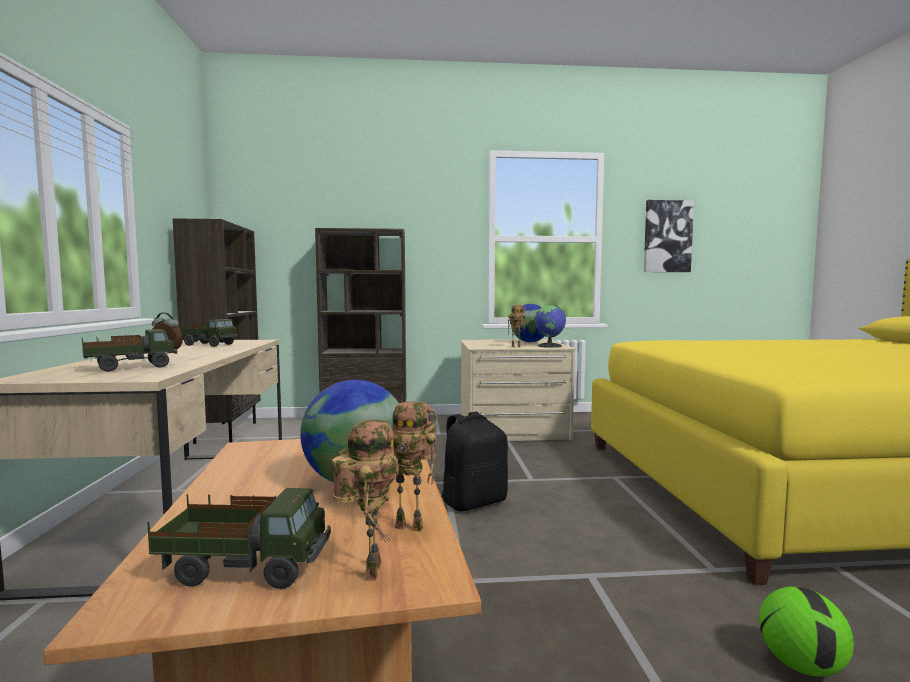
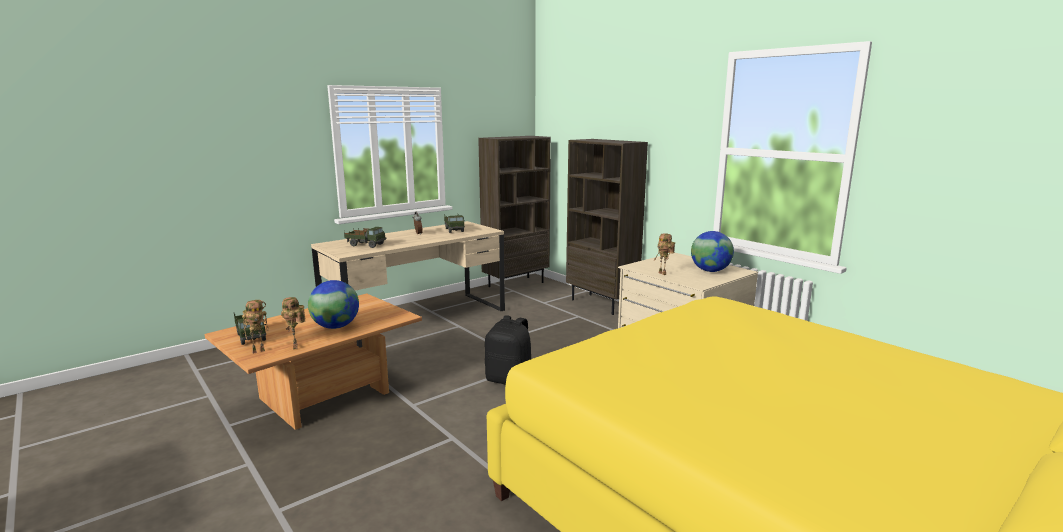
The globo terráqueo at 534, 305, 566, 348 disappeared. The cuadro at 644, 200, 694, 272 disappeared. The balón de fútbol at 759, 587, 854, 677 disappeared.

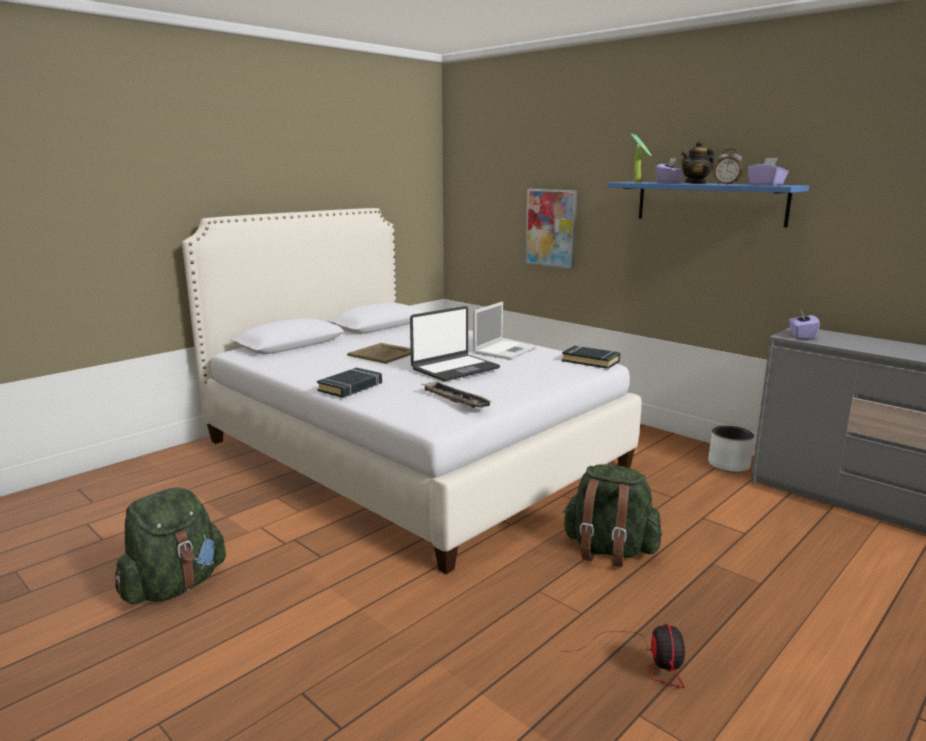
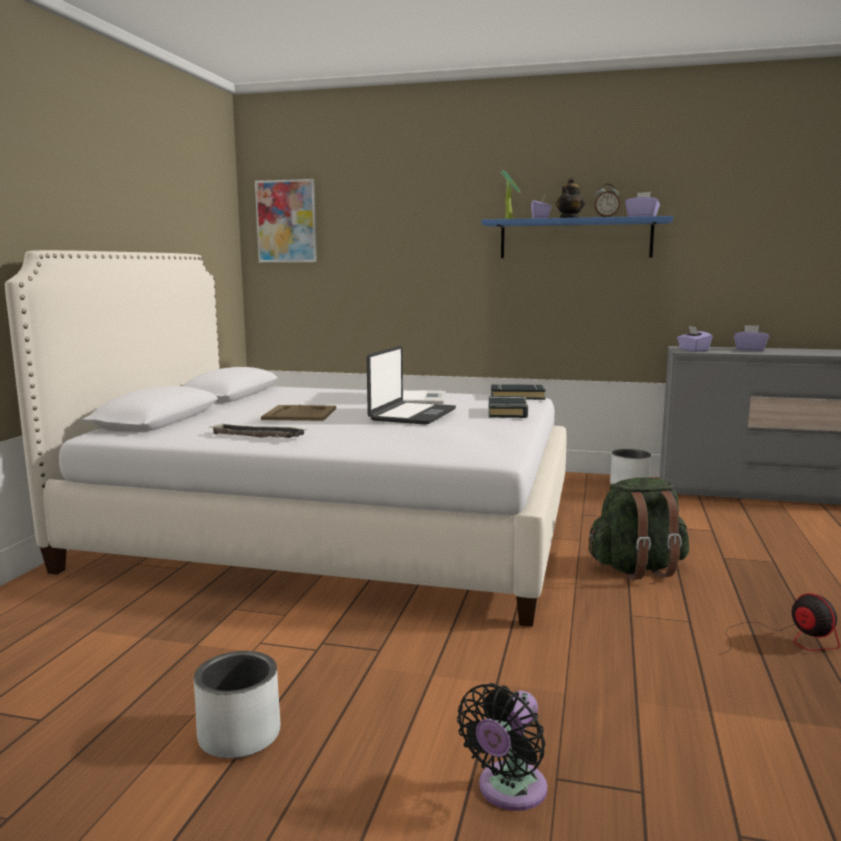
The mochila (verde) at 115, 487, 226, 604 was replaced by the maceta (gris) at 194, 651, 280, 758. The libro (negro) moved from 317, 368, 382, 398 to 489, 396, 528, 418. The bandeja moved from 421, 381, 493, 408 to 209, 423, 307, 438. The cuadro moved from 525, 189, 577, 269 to 255, 179, 317, 262. The ventilador (negro) at 457, 683, 547, 811 appeared. The caja de pañuelos (morado) at 734, 325, 769, 351 appeared.

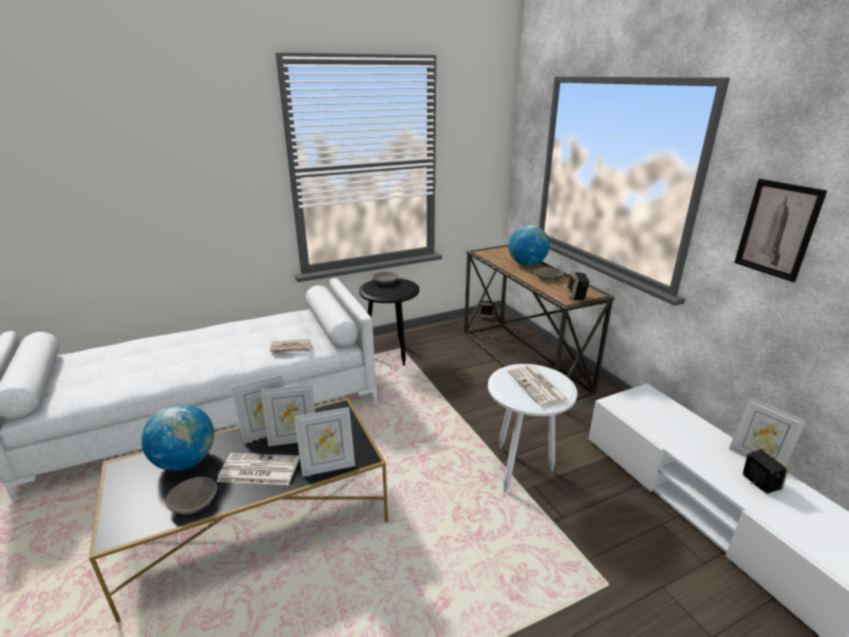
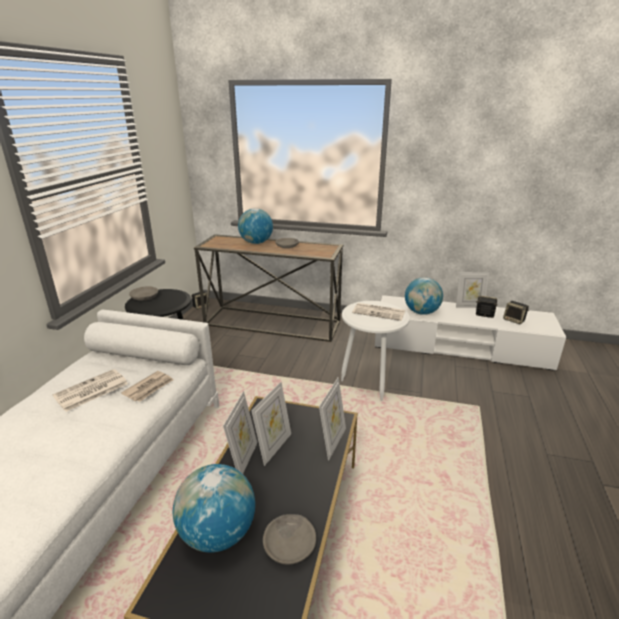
The periódico moved from 217, 453, 300, 485 to 52, 369, 128, 412. The altavoz moved from 566, 271, 590, 300 to 503, 301, 529, 324. The cuadro at 734, 179, 827, 282 disappeared. The globo terráqueo at 405, 277, 443, 315 appeared.

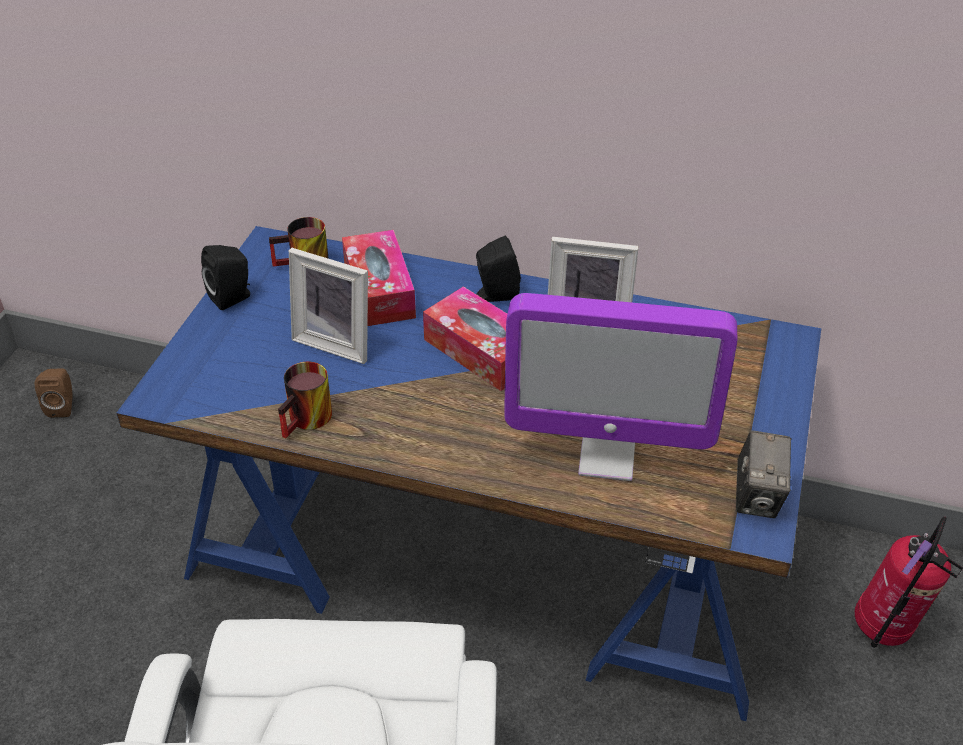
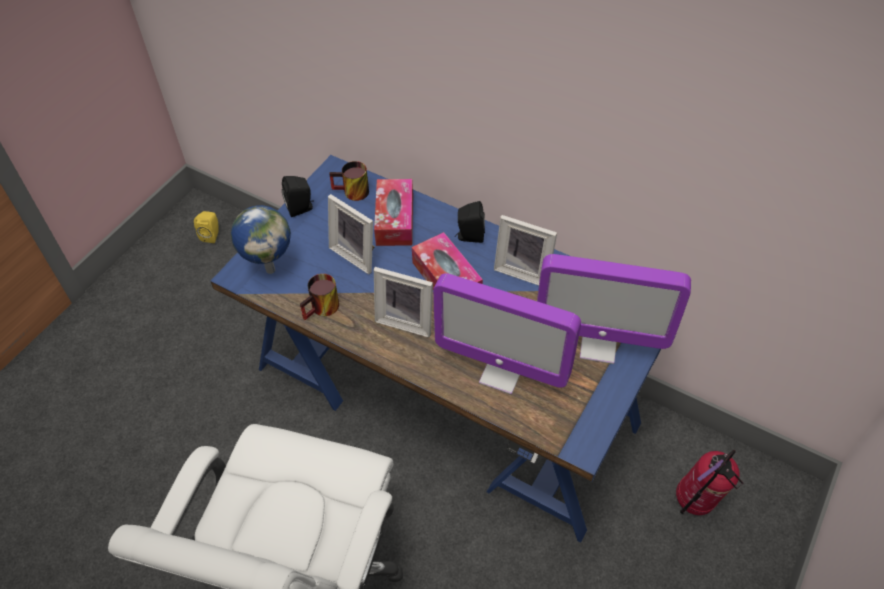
The altavoz (marrón) at 35, 369, 72, 417 became the altavoz (amarillo) at 194, 211, 219, 243. The cámara at 736, 431, 791, 518 disappeared. The globo terráqueo at 231, 205, 291, 274 appeared. The portarretratos at 374, 267, 433, 338 appeared. The monitor at 537, 254, 691, 364 appeared.

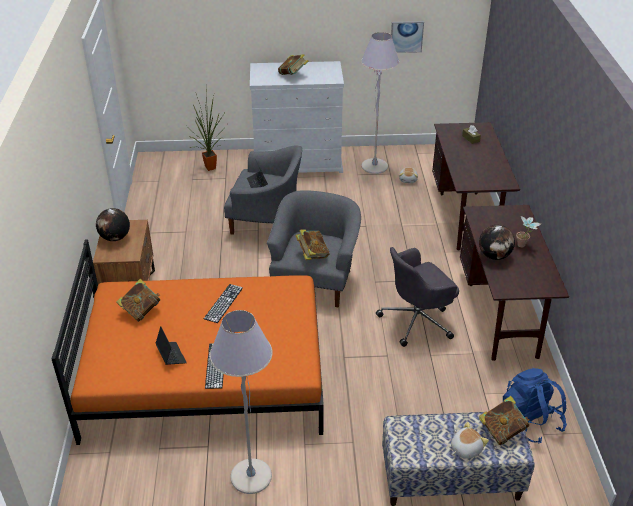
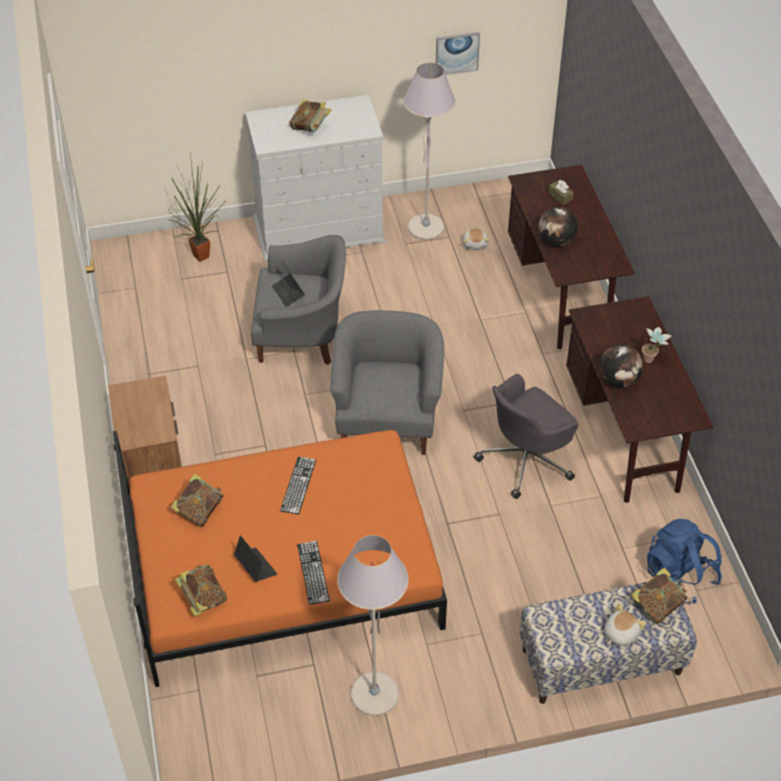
The globo terráqueo moved from 96, 208, 130, 241 to 538, 207, 578, 247. The libro moved from 295, 230, 330, 260 to 174, 564, 228, 617.

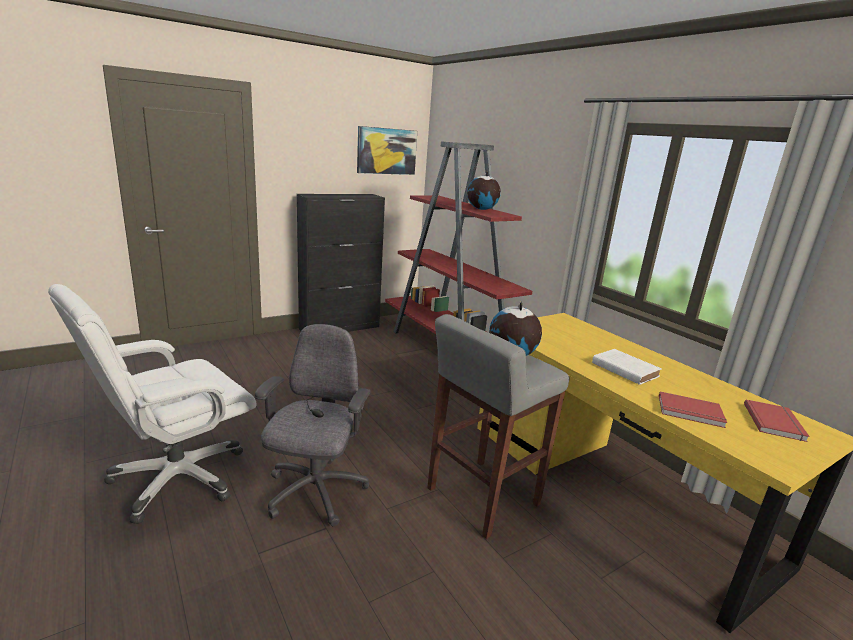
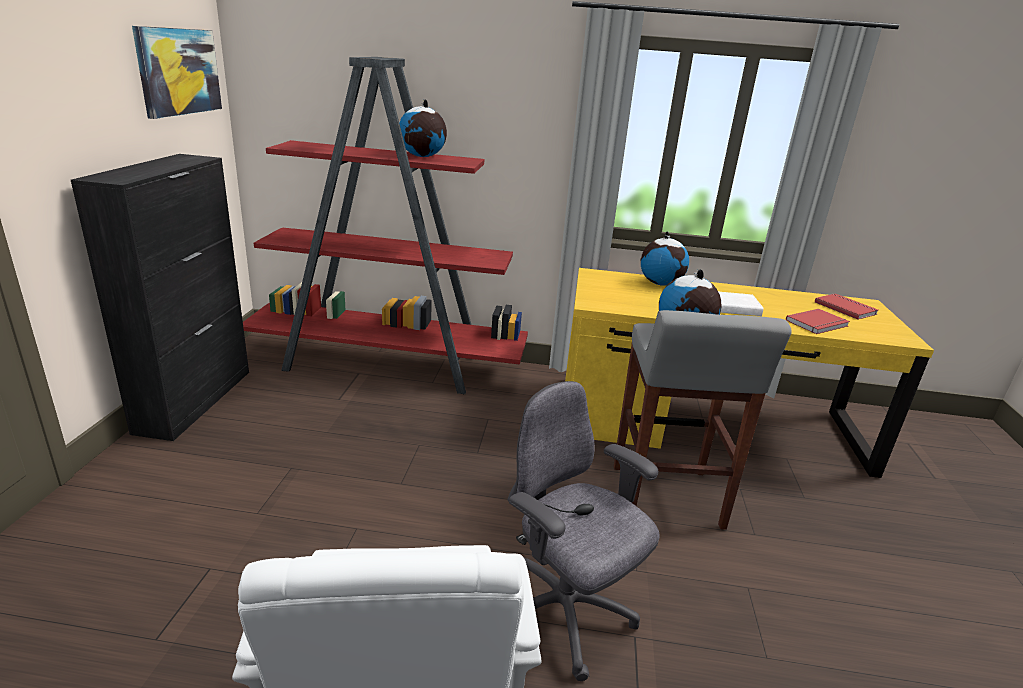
The globo terráqueo at 640, 231, 689, 286 appeared.

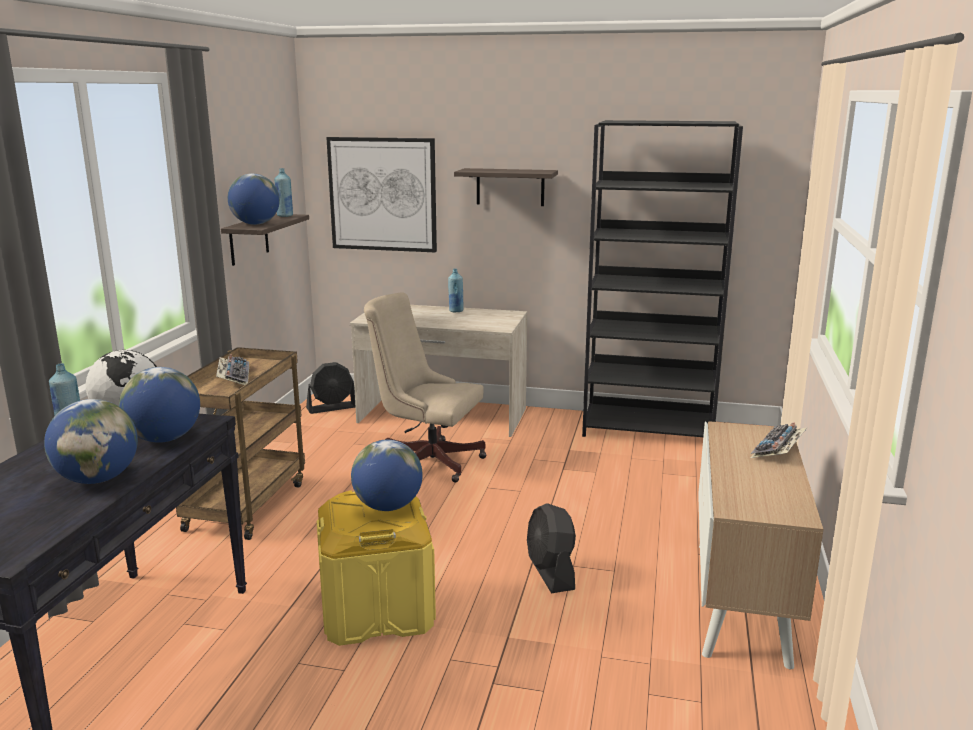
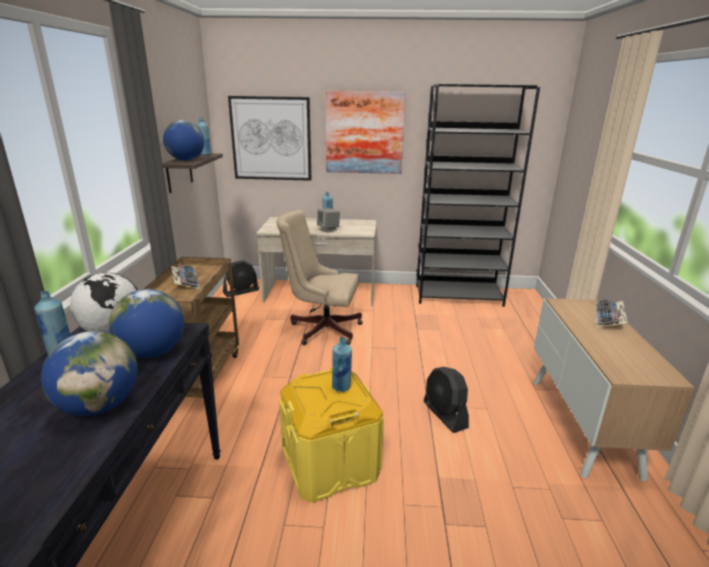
The globo terráqueo at 351, 440, 423, 511 was replaced by the botella (azul) at 332, 337, 352, 392. The estante at 454, 168, 558, 206 was replaced by the cuadro at 325, 91, 406, 174. The altavoz (gris) at 317, 208, 340, 233 appeared.

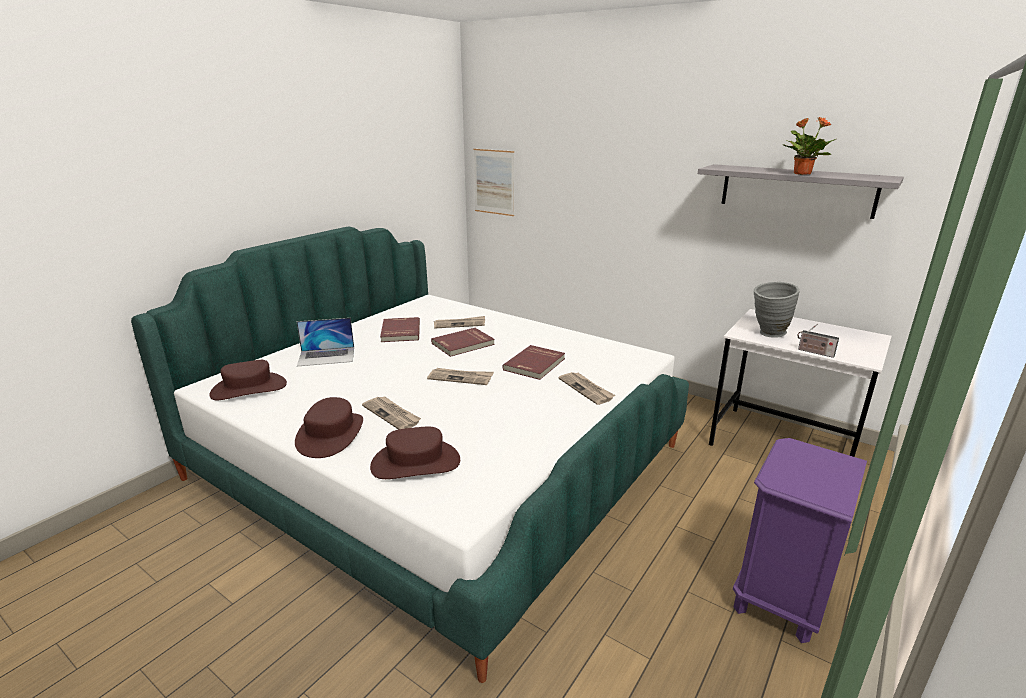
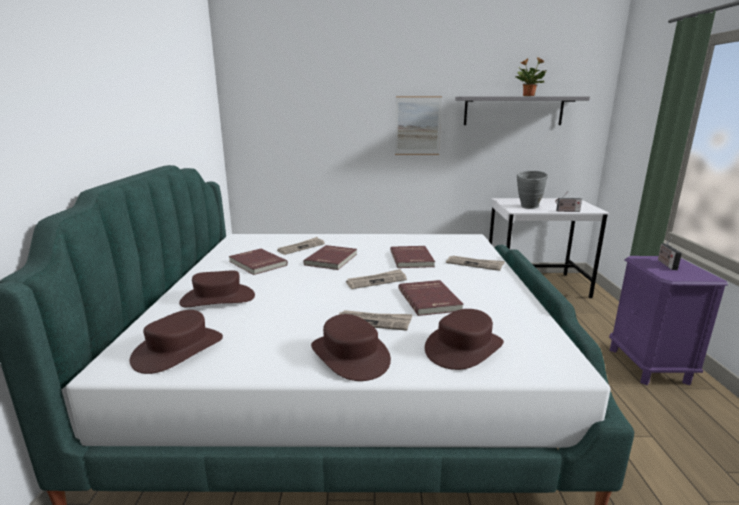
The portátil at 296, 318, 354, 366 was replaced by the sombrero (marrón) at 179, 270, 255, 307. The cuadro moved from 473, 149, 514, 216 to 395, 96, 442, 155. The libro (rojo) at 399, 280, 464, 316 appeared. The radio at 658, 237, 682, 270 appeared.

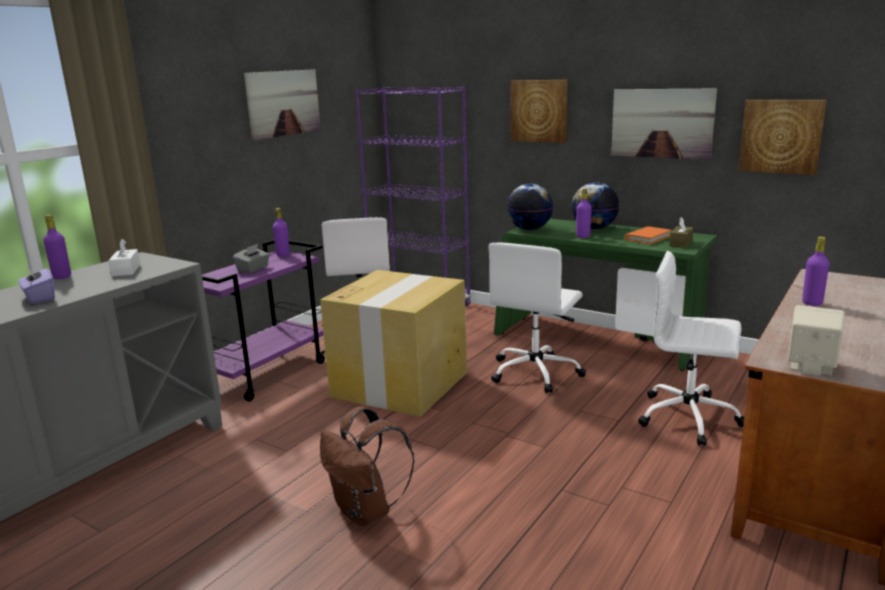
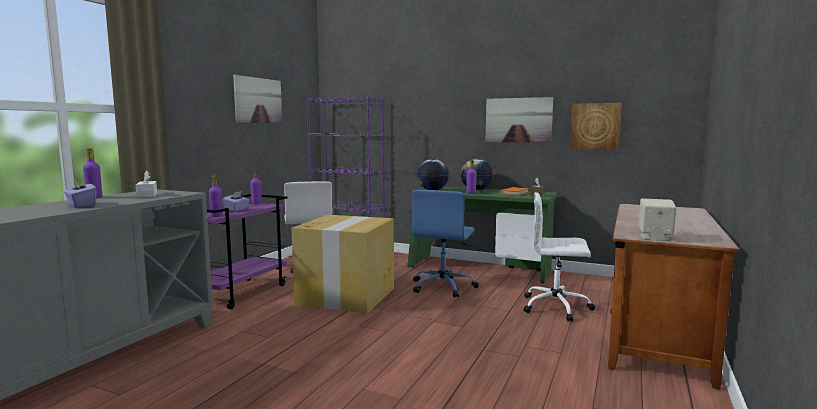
The caja de pañuelos (gris) at 233, 244, 270, 273 became the caja de pañuelos (morado) at 222, 191, 250, 212. The mochila (marrón) at 320, 406, 414, 526 disappeared. The silla de oficina (blanco) at 489, 242, 586, 393 became the silla de oficina (azul) at 412, 190, 479, 297. The cuadro at 510, 80, 568, 143 disappeared. The botella (morado) moved from 802, 236, 830, 306 to 209, 176, 223, 217.

